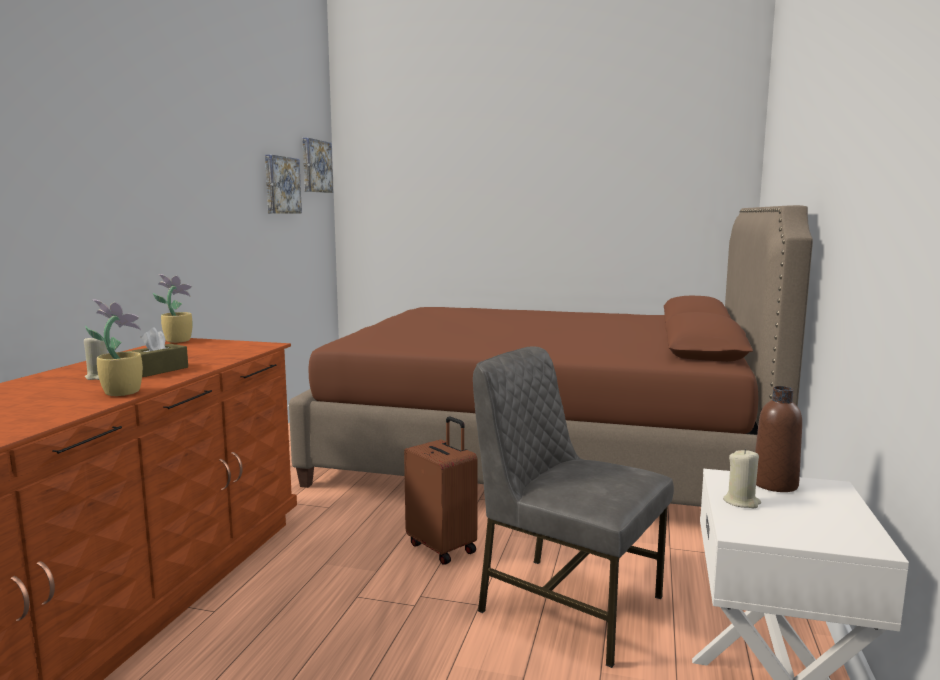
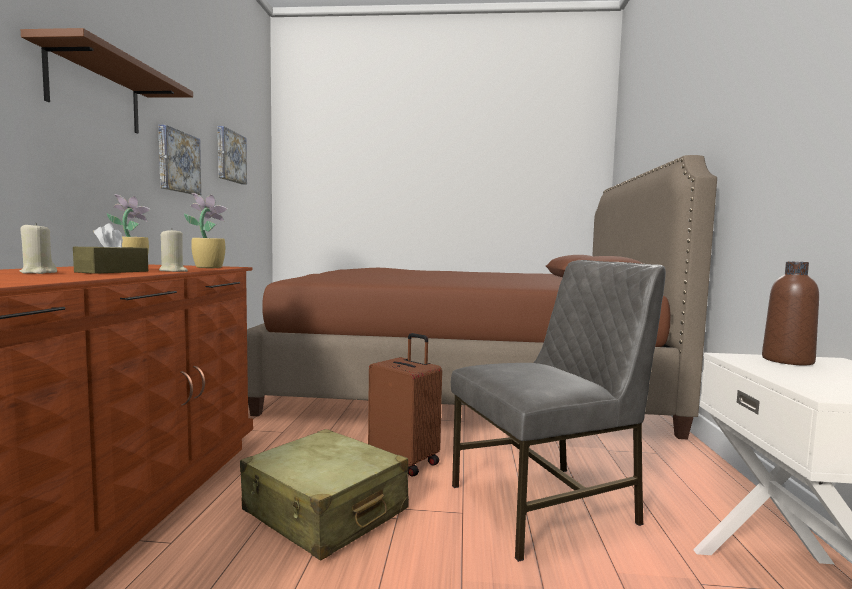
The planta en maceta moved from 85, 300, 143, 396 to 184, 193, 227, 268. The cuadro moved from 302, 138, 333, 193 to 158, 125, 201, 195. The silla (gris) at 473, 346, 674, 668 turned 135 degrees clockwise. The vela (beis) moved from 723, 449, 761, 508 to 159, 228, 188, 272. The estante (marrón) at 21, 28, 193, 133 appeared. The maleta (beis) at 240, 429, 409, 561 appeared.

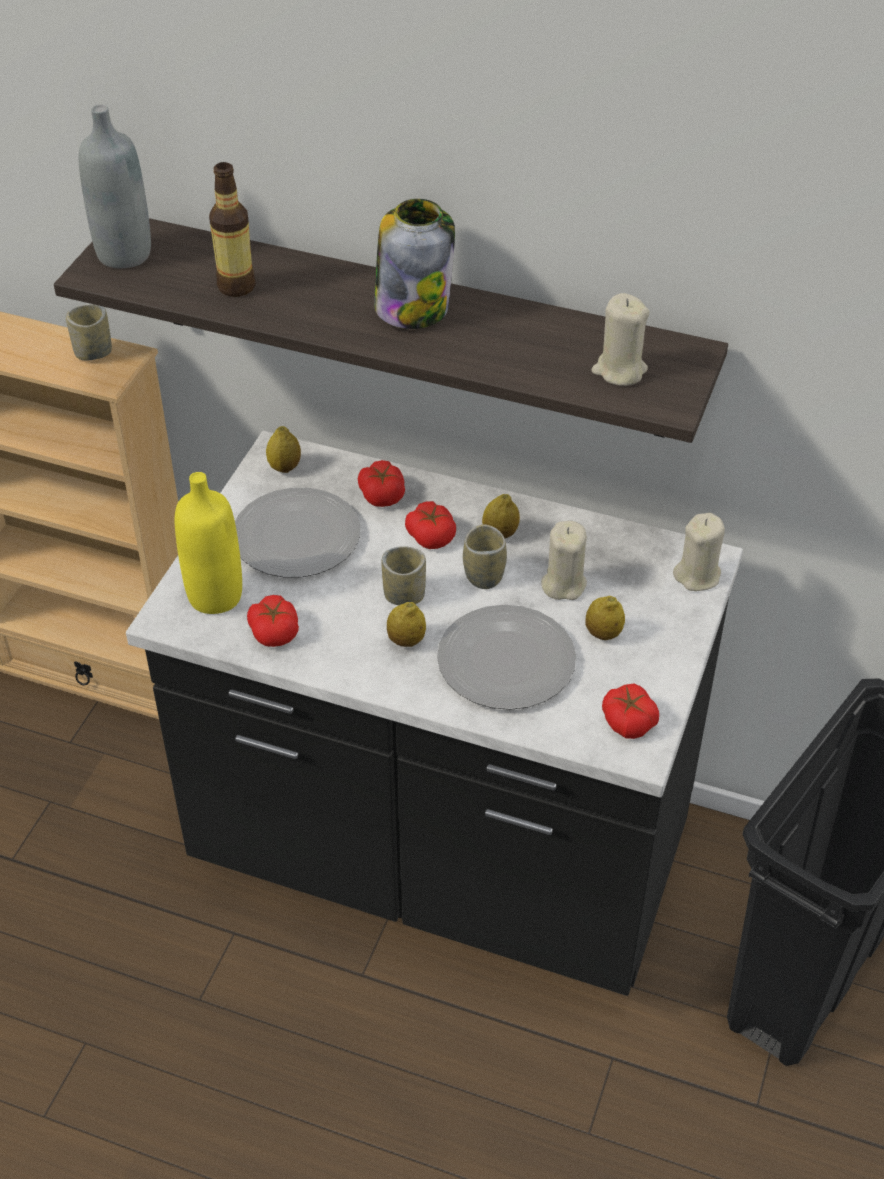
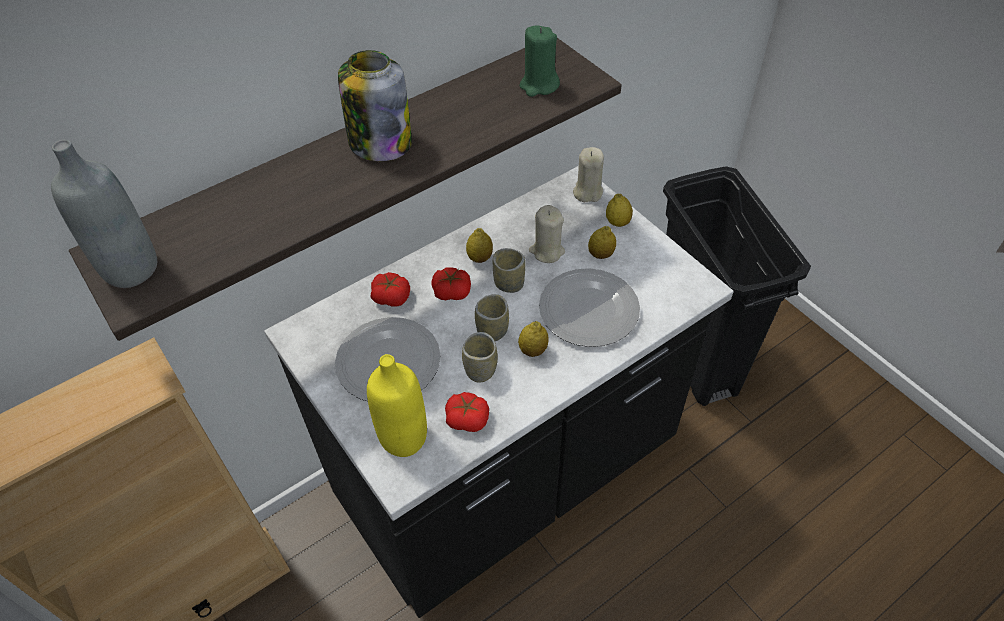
The taza moved from 66, 304, 112, 361 to 462, 332, 498, 383. The botella at 209, 162, 256, 297 disappeared. The limón moved from 266, 426, 301, 473 to 606, 194, 633, 227. The vela (beis) at 592, 293, 649, 386 became the vela (verde) at 519, 25, 560, 97. The tomate at 602, 683, 659, 739 disappeared.

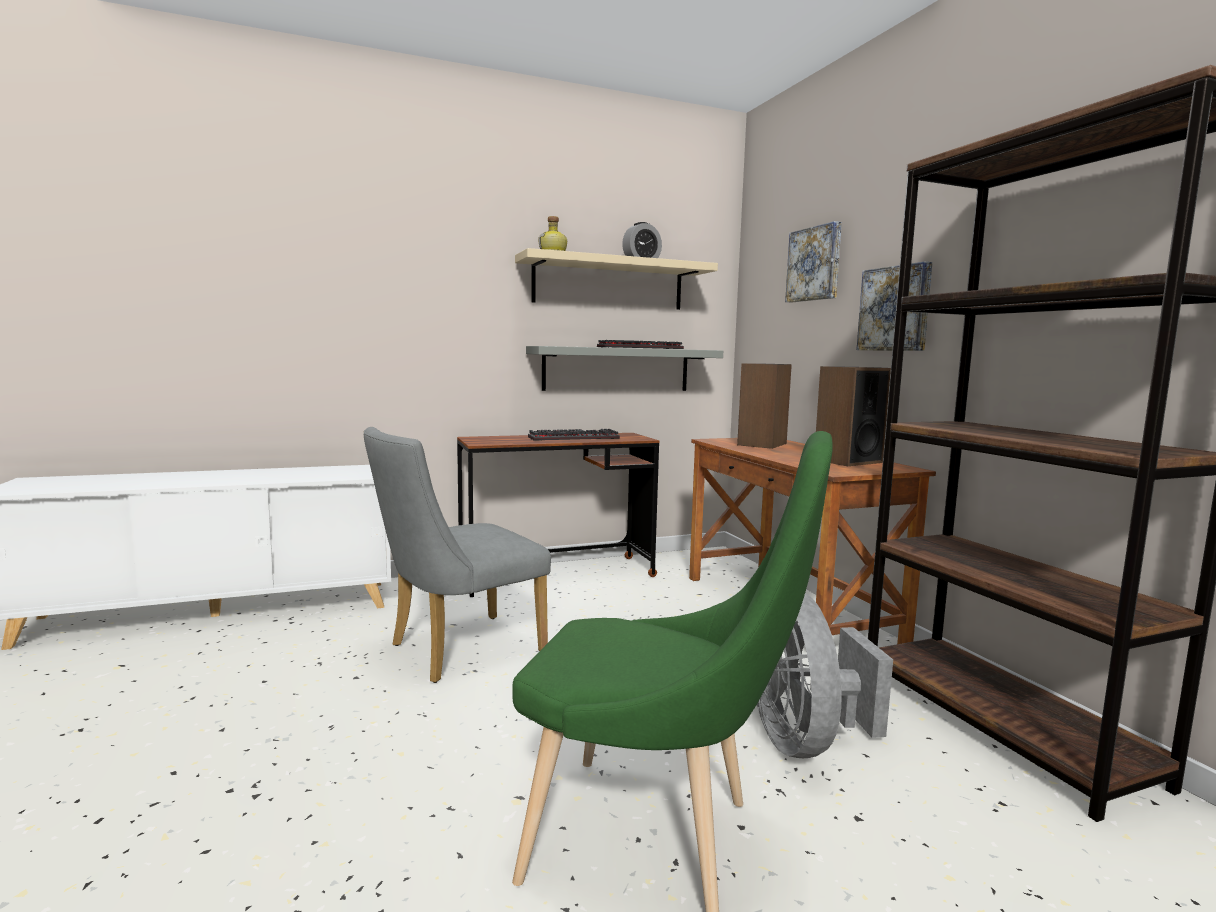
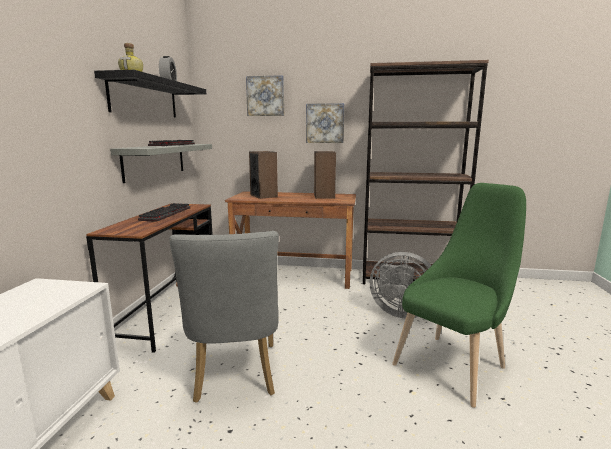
The estante (beis) at 515, 248, 718, 310 became the estante (negro) at 94, 70, 206, 118.

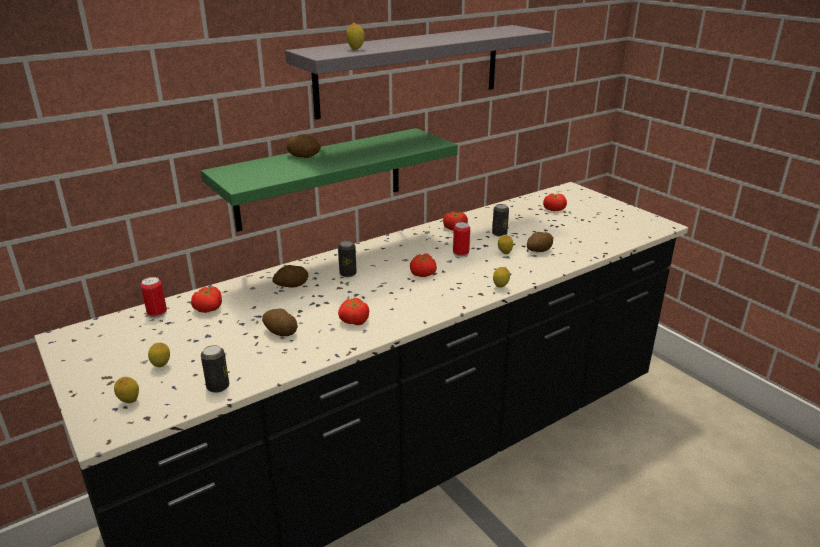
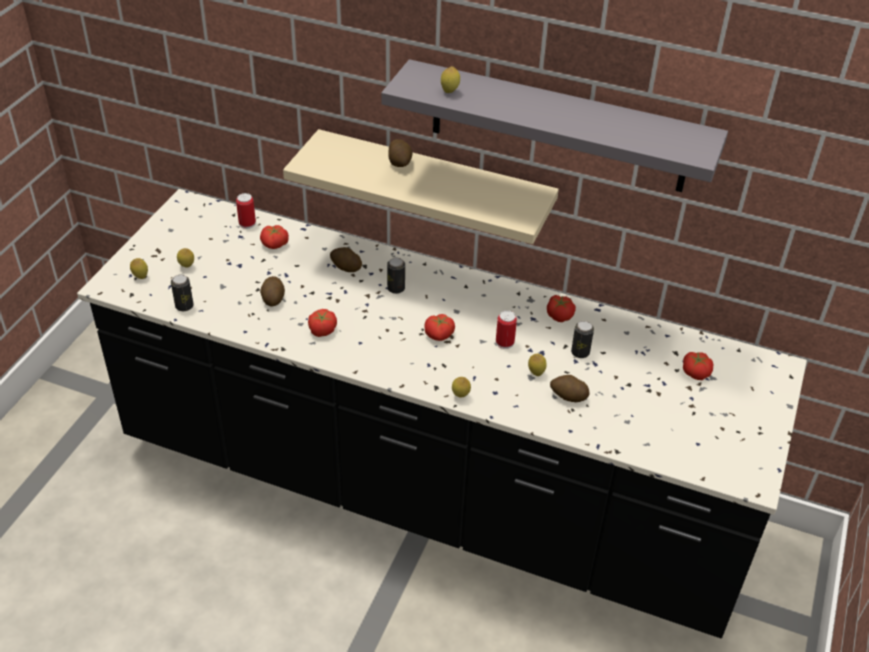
The estante (verde) at 201, 128, 458, 232 became the estante (beis) at 283, 129, 559, 244.

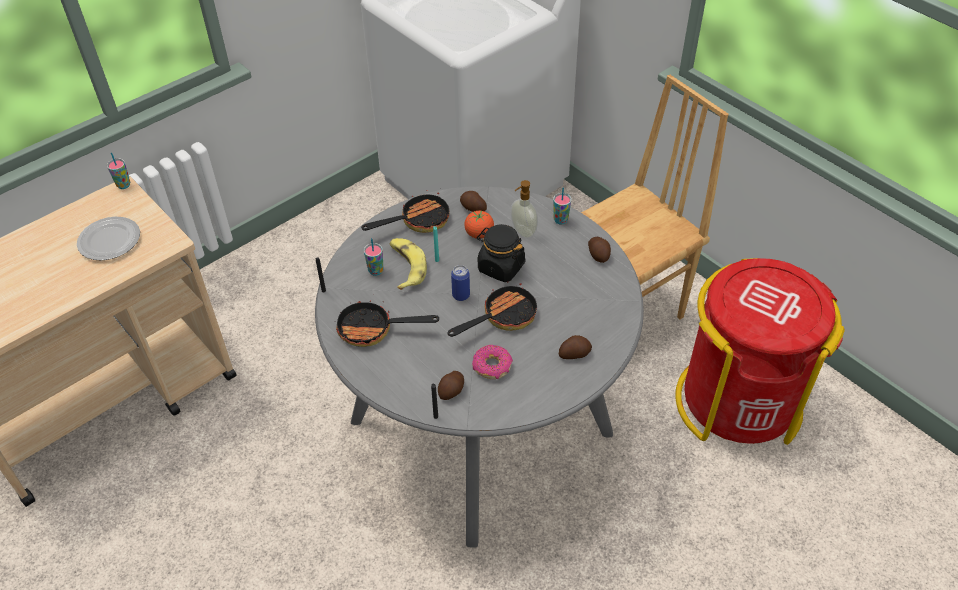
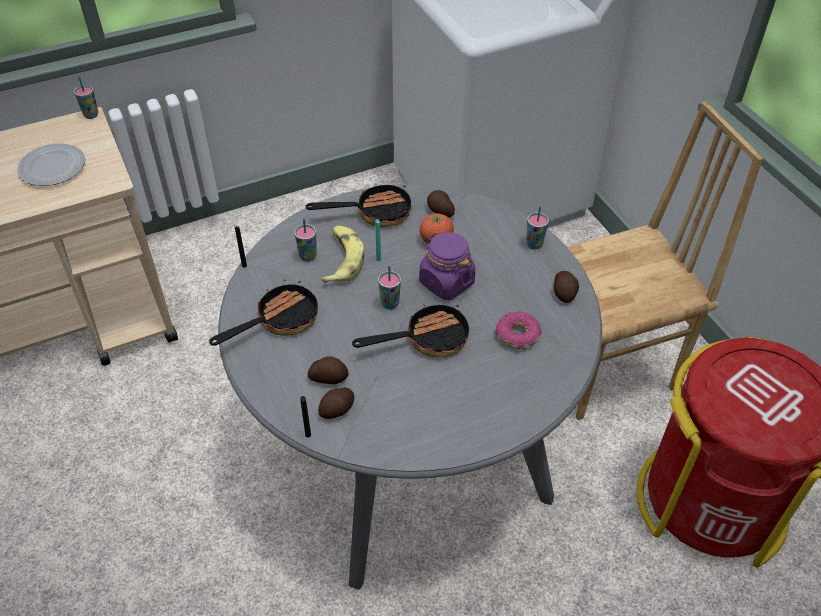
The sartén at 336, 300, 439, 347 turned 120 degrees clockwise. The lata at 451, 265, 470, 301 was replaced by the taza at 378, 266, 401, 310. The rosquilla moved from 472, 345, 513, 379 to 496, 311, 542, 350. The tarro (negro) at 477, 224, 526, 282 became the tarro (morado) at 419, 232, 476, 300. The dispensador de jabón at 511, 180, 538, 238 disappeared. The patata moved from 558, 335, 592, 359 to 308, 356, 349, 384.

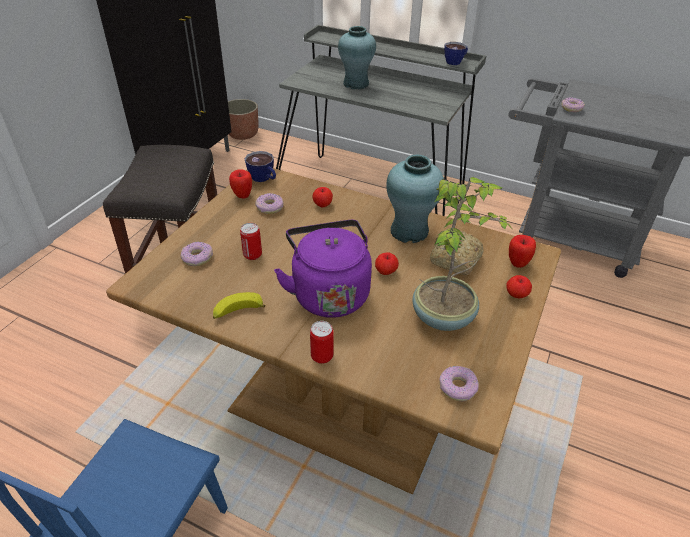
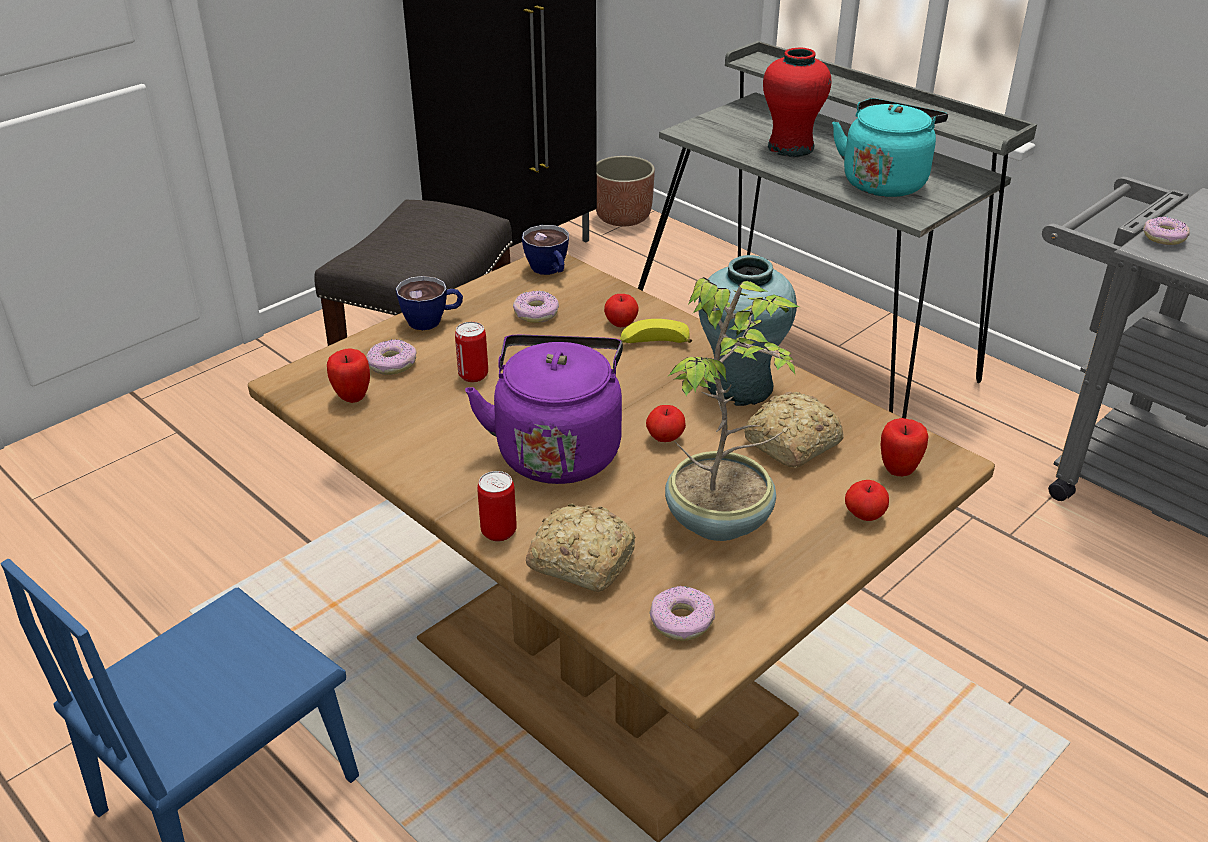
The plátano moved from 213, 292, 266, 319 to 620, 319, 692, 343. The manzana moved from 229, 169, 252, 199 to 327, 349, 370, 403. The florero (turquesa) at 338, 26, 376, 89 became the florero (rojo) at 763, 48, 832, 157. The taza moved from 444, 42, 468, 65 to 396, 276, 463, 330. The pan at 526, 503, 635, 592 appeared. The hervidor (turquesa) at 832, 98, 948, 197 appeared.

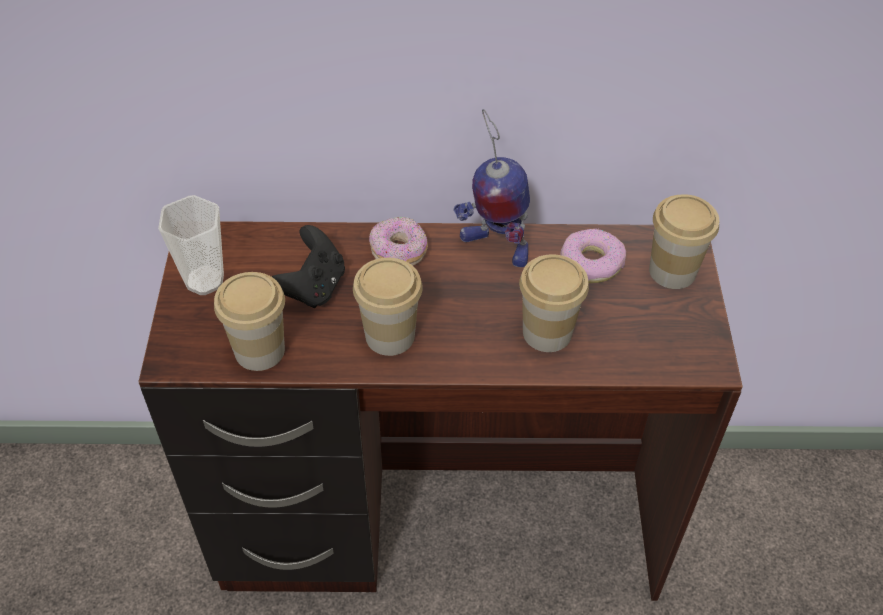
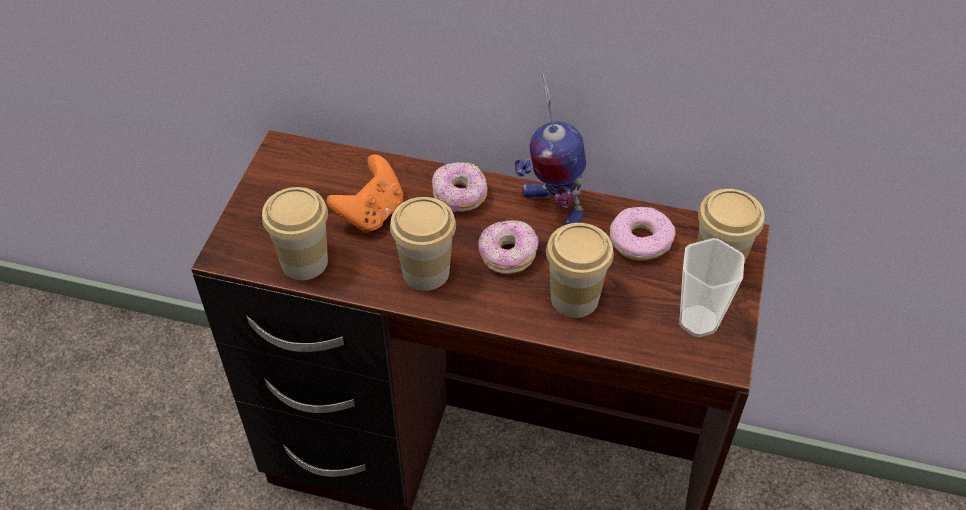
The taza moved from 158, 195, 224, 295 to 679, 238, 745, 337. The mando de consola (negro) at 272, 225, 345, 308 became the mando de consola (naranja) at 326, 154, 403, 233. The rosquilla at 478, 220, 539, 274 appeared.

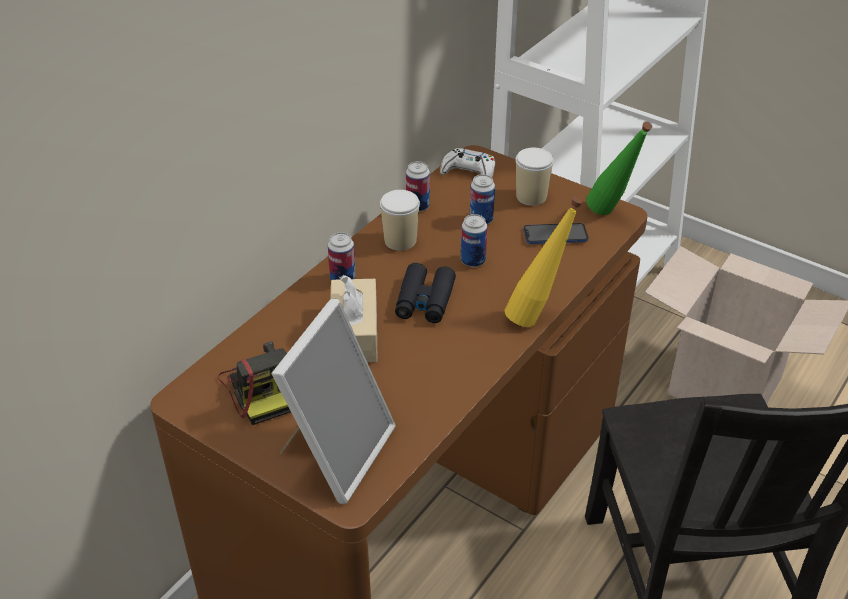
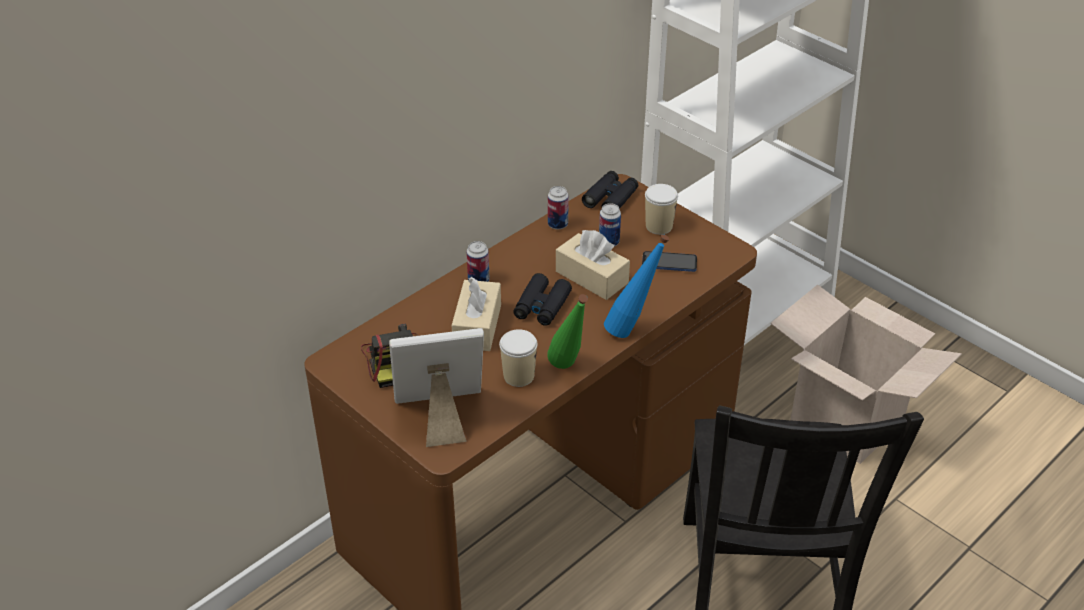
The portarretratos at 271, 299, 396, 504 turned 135 degrees counterclockwise. The taza moved from 380, 190, 420, 251 to 499, 329, 538, 387. The mando de consola (blanco) at 440, 148, 495, 177 was replaced by the prismáticos (negro) at 582, 171, 638, 209. The lata at 461, 214, 487, 267 was replaced by the caja de pañuelos (beis) at 556, 230, 630, 300. The botella (amarillo) at 505, 198, 583, 327 became the botella (azul) at 604, 234, 669, 338. The botella (verde) moved from 586, 122, 652, 215 to 547, 294, 588, 369.

